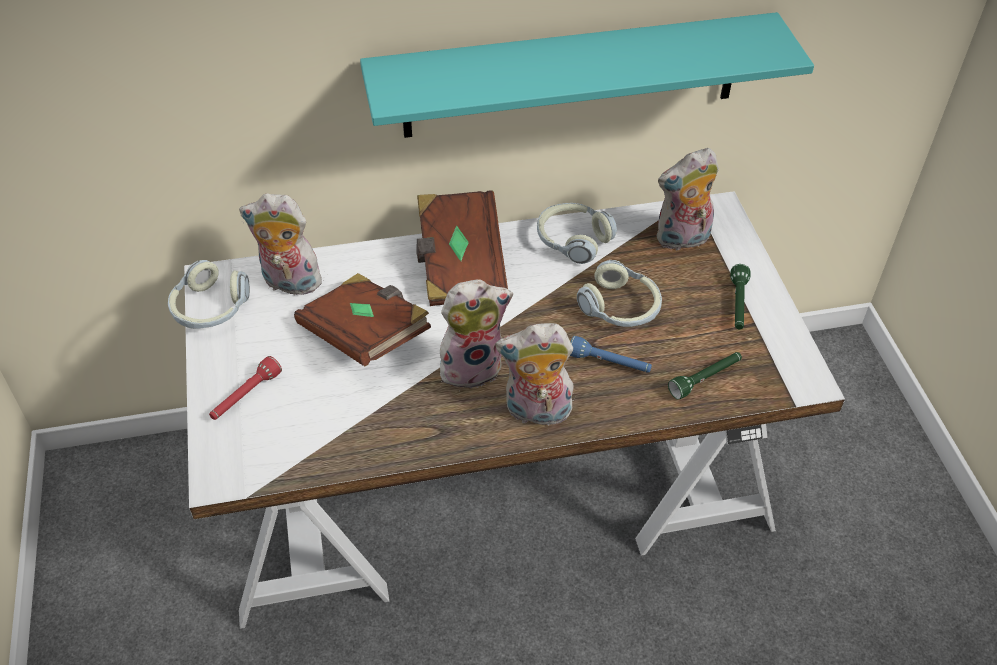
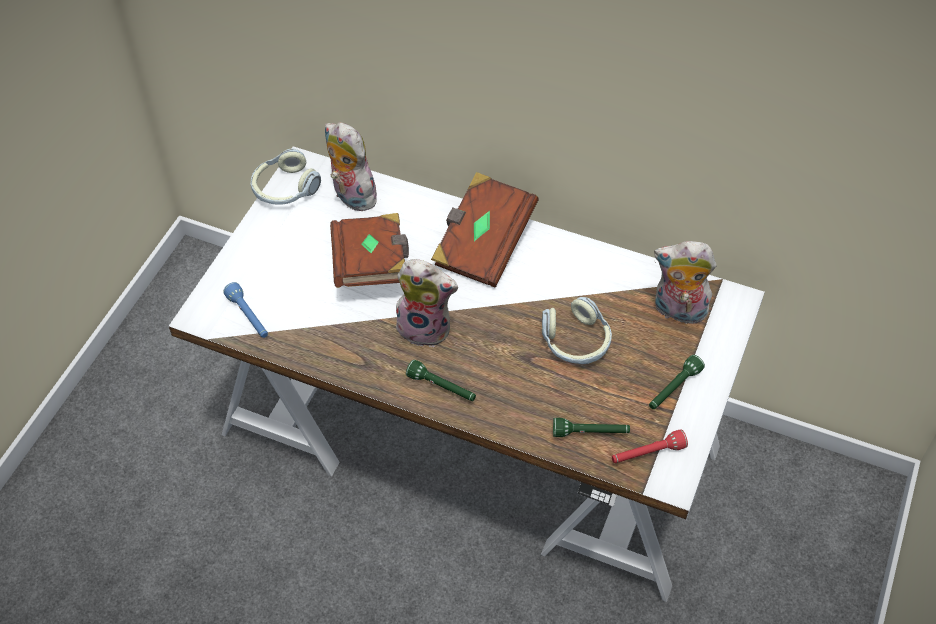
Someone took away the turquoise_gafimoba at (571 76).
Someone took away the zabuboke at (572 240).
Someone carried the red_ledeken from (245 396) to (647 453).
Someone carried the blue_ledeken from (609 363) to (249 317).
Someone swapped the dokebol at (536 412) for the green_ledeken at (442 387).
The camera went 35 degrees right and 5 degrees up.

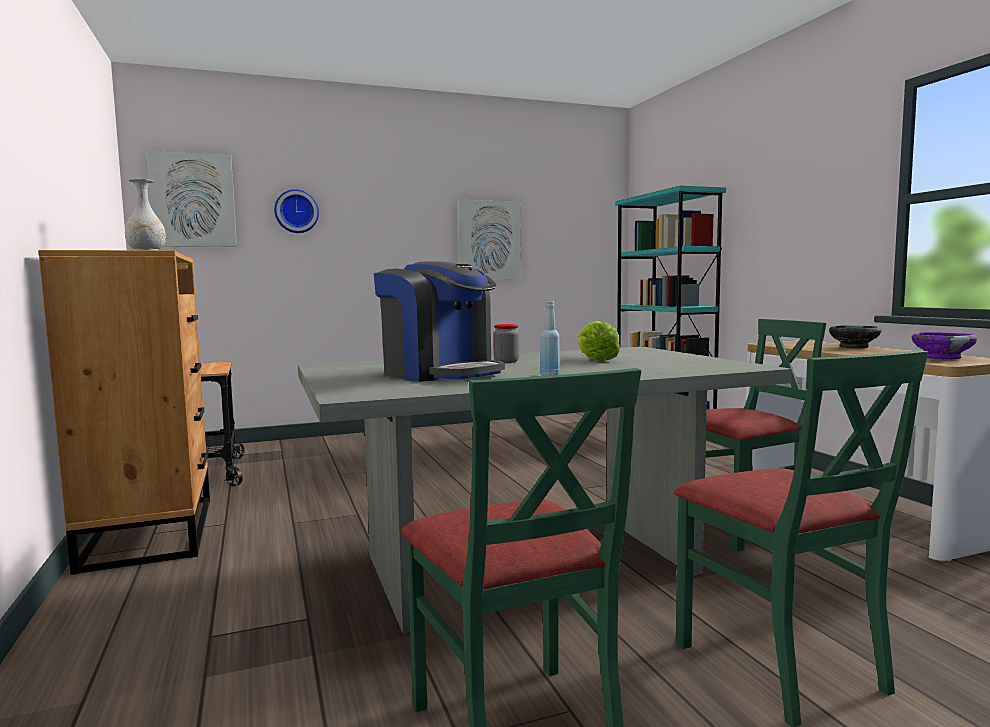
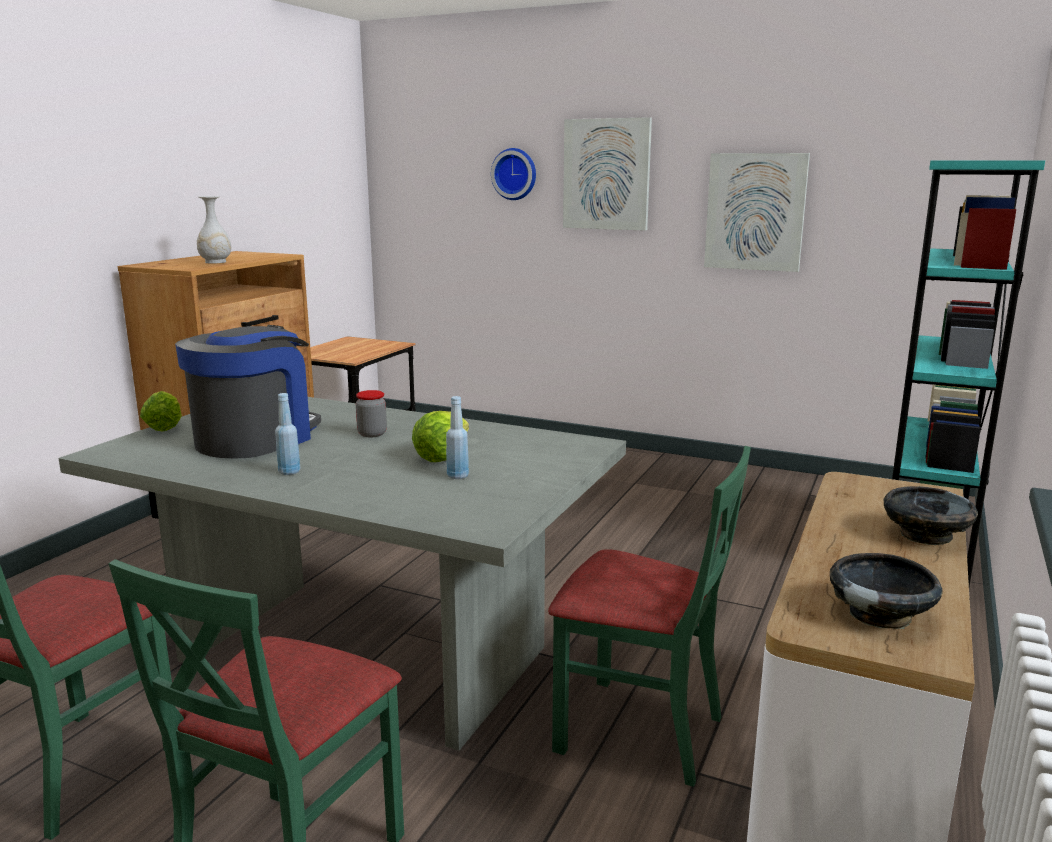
Someone put down the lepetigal at (165 426).
Someone put down the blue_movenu at (457 476).
Someone carried the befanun from (193 200) to (606 174).
Someone repainted the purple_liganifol at (942 358), which became the black_liganifol at (881 614).
Someone rotated the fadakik at (440 373) by 150 degrees counterclockwise.
The camera went 45 degrees right and 10 degrees up.

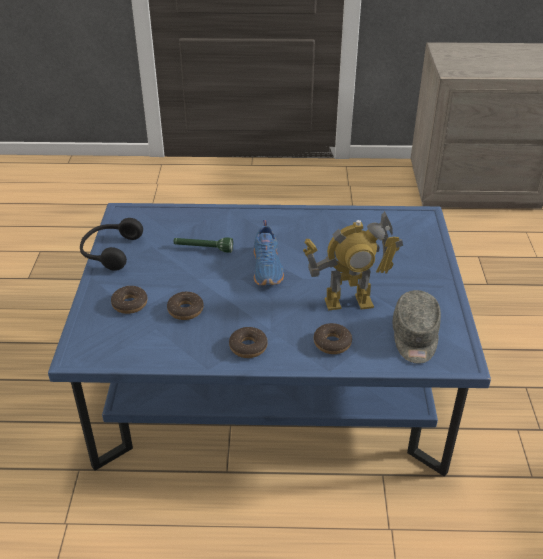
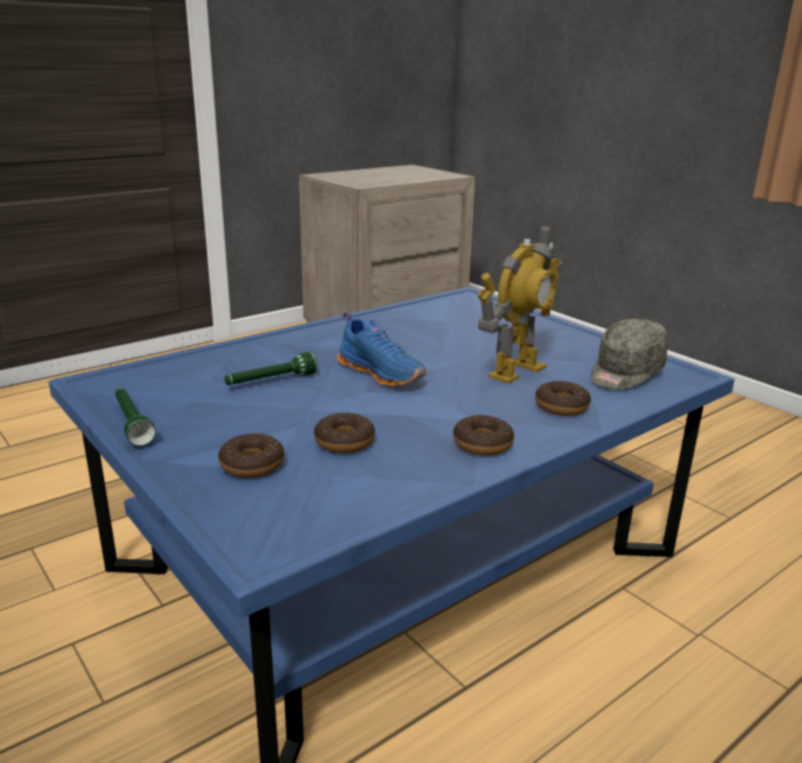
Someone swapped the black_zabuboke at (110 251) for the green_ledeken at (131 423).
Someone rotated the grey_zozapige at (415 337) by 75 degrees clockwise.
The camera went 40 degrees left and 15 degrees down.

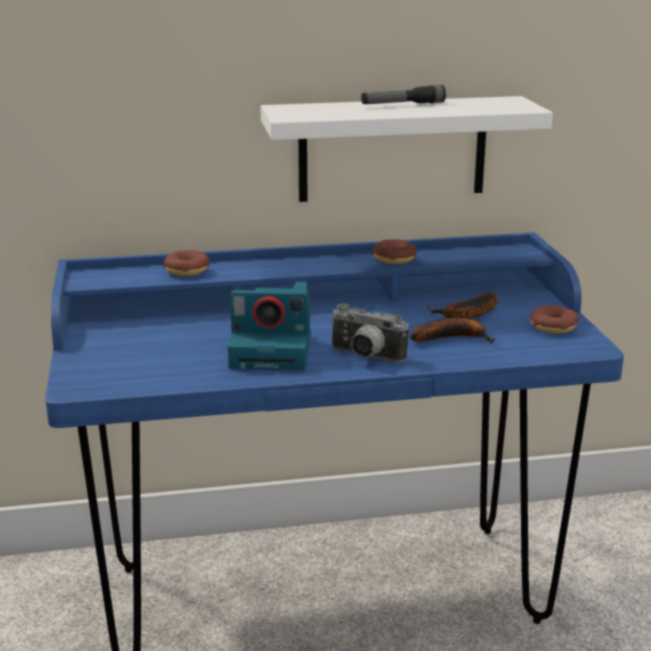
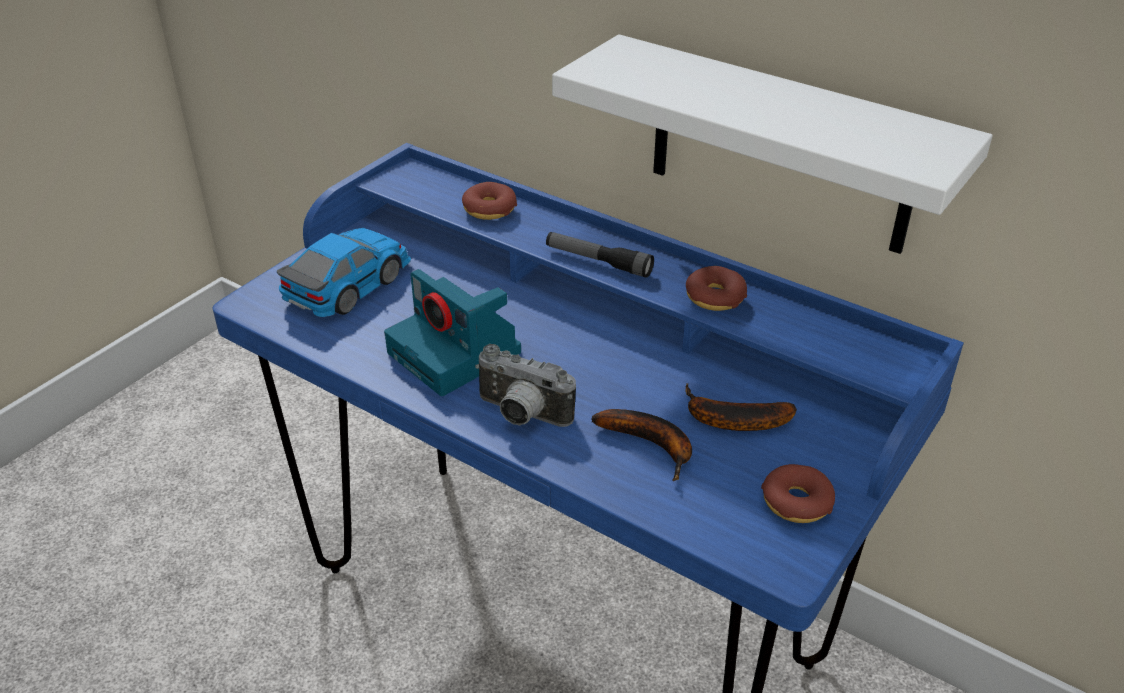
Someone put down the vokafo at (348 284).
Someone carried the ledeken from (402 104) to (598 261).
Someone rotated the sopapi at (365 357) by 45 degrees counterclockwise.
The camera went 45 degrees right and 15 degrees up.

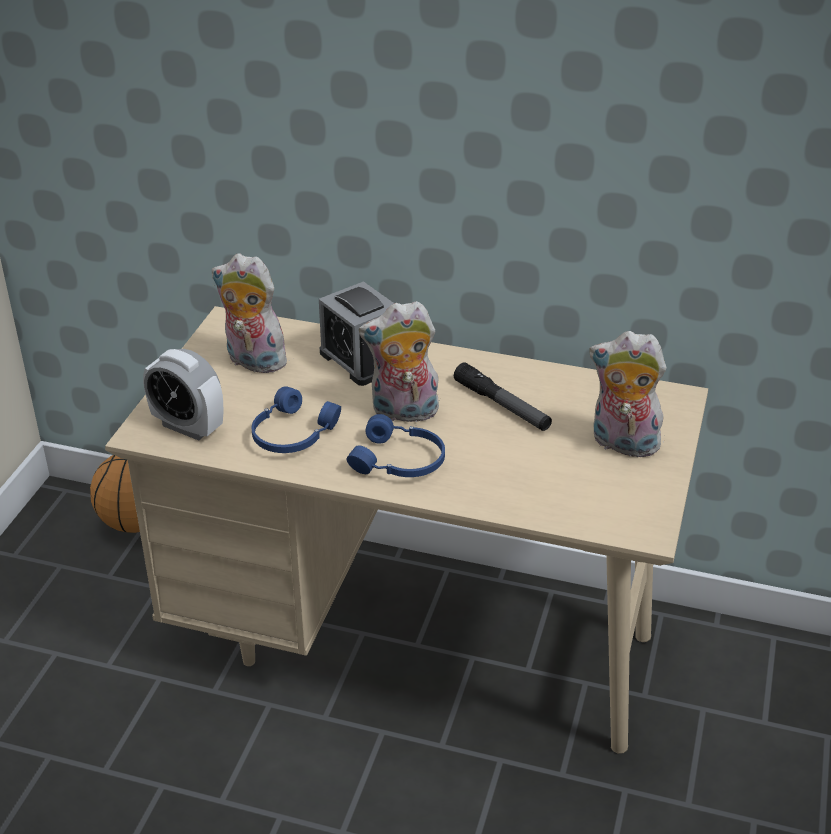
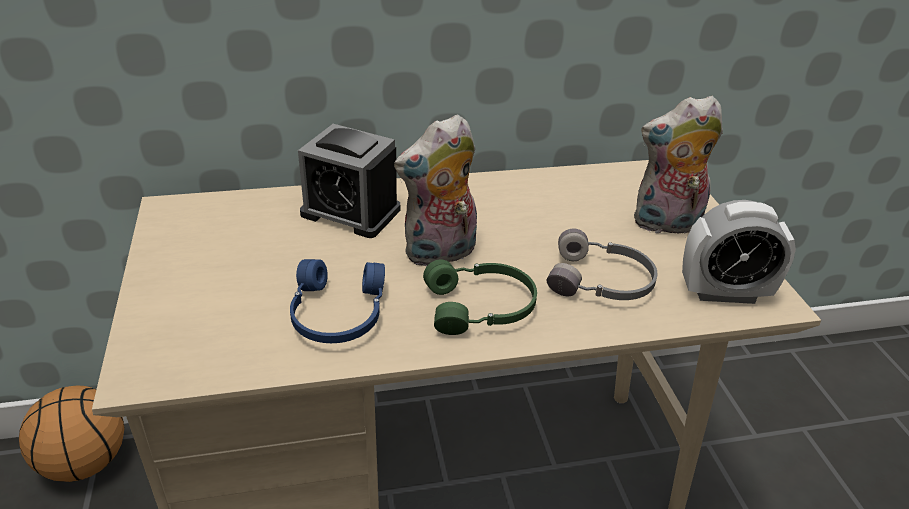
Someone took away the dokebol at (252 362).
Someone took away the ledeken at (502 405).
Someone put down the grey_zabuboke at (600 282).
Someone carried the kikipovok from (188 427) to (723 293).
Someone repainted the blue_zabuboke at (399 462), which became the green_zabuboke at (481 308).
The camera went 30 degrees left and 0 degrees up.

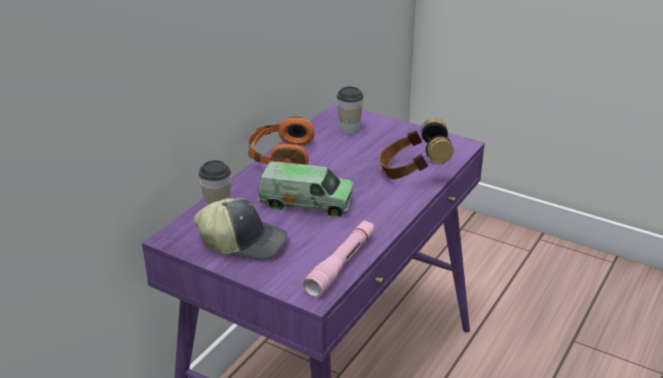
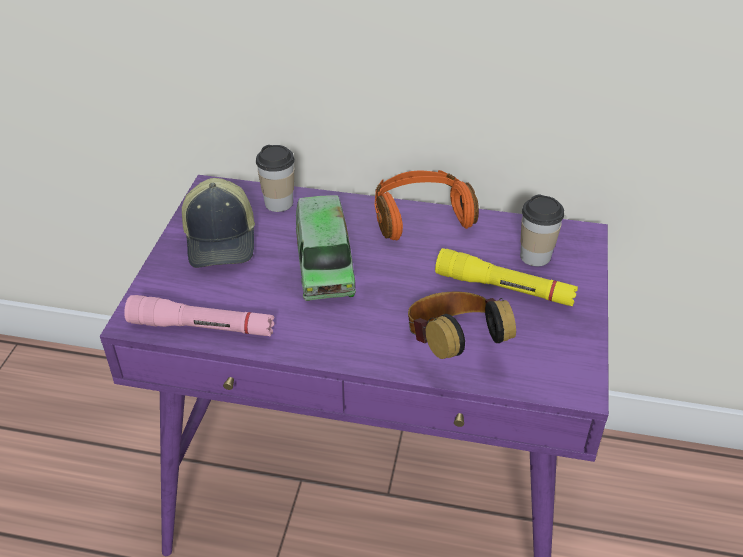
Someone put down the yellow_ledeken at (504 288).
The camera went 70 degrees right and 10 degrees up.

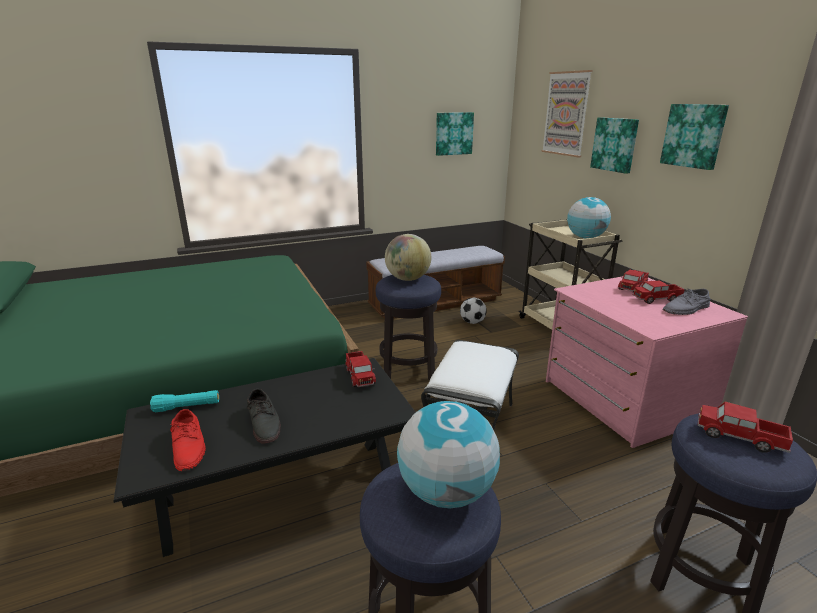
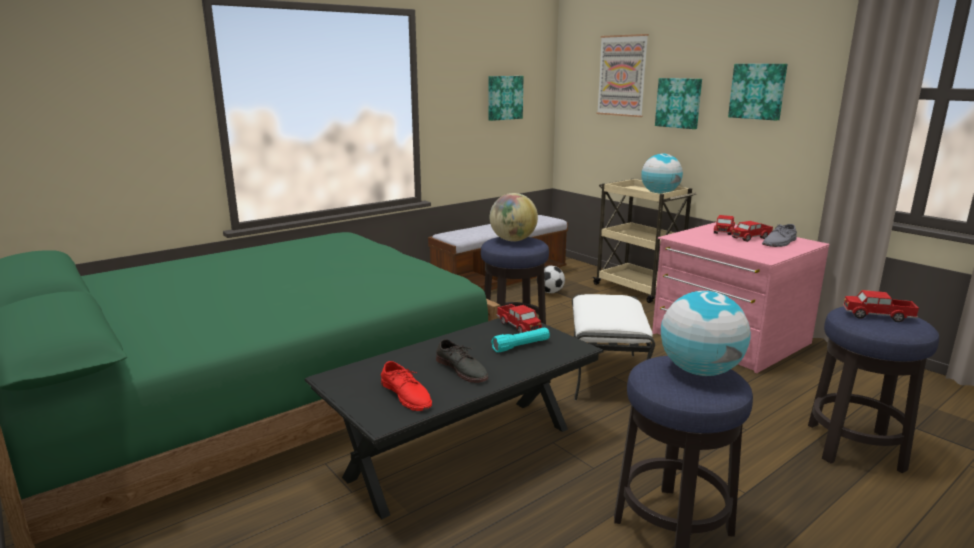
Someone carried the turquoise_ledeken from (187 407) to (521 346).
The camera went 15 degrees left and 5 degrees down.

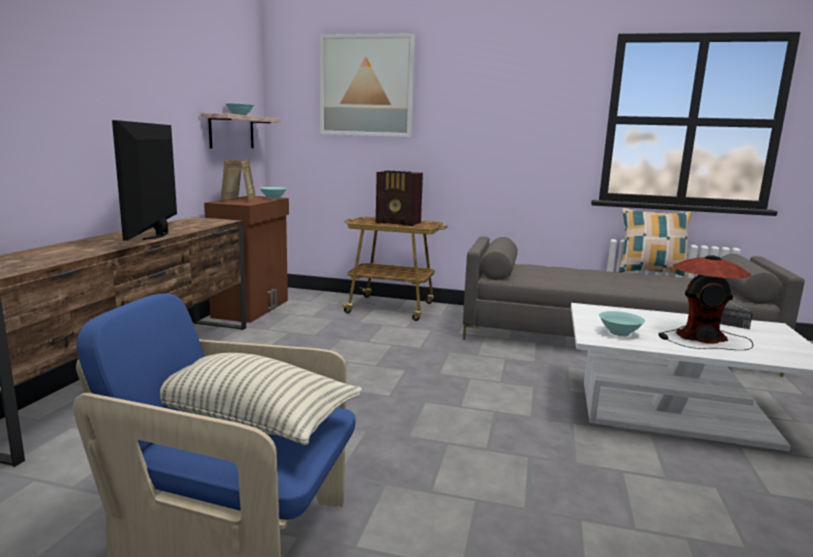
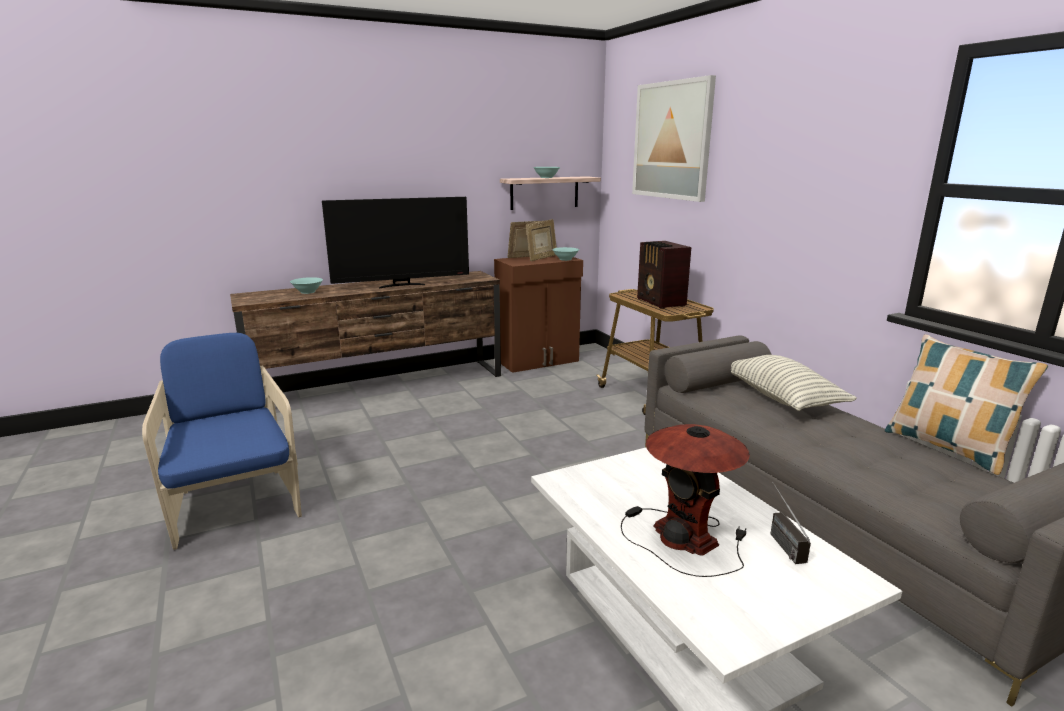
Someone carried the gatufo from (250 420) to (780 398).
Someone carried the turquoise_liganifol from (619 333) to (307 292).
Someone rotated the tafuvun at (158 234) by 150 degrees counterclockwise.
The camera went 50 degrees right and 5 degrees up.

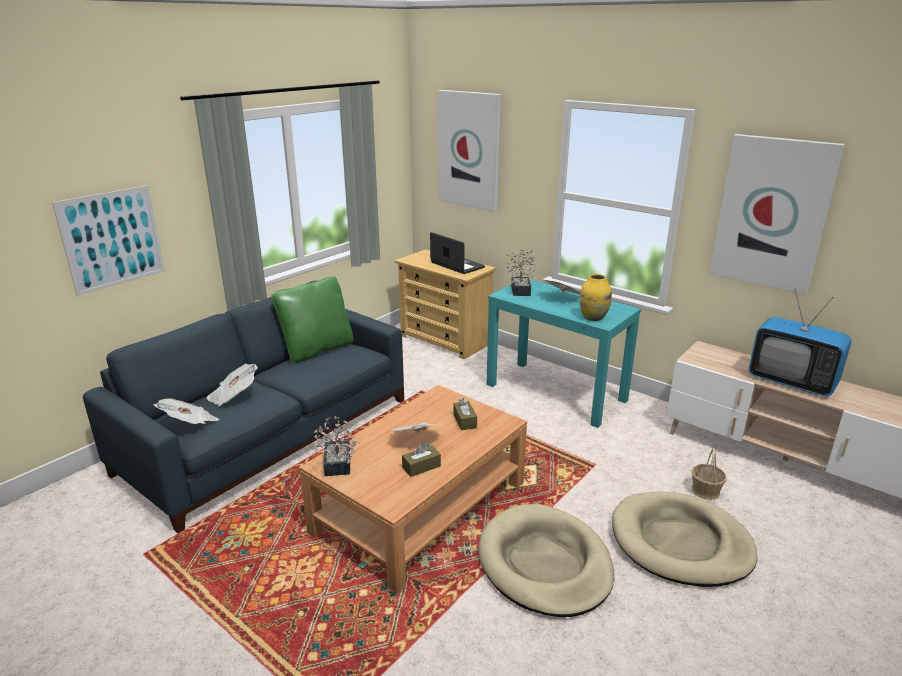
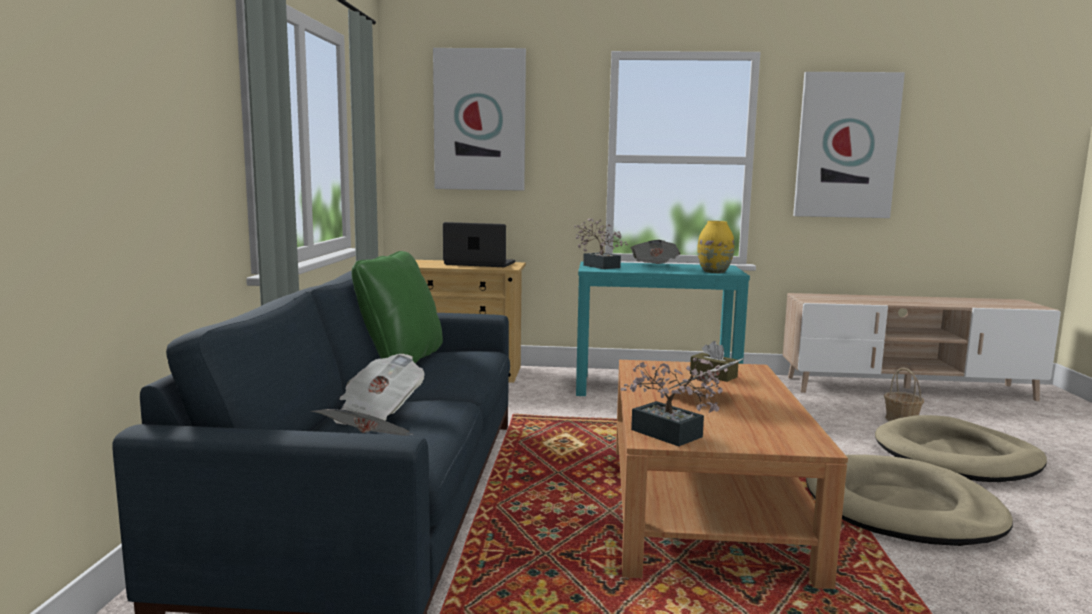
Someone took away the befanun at (112 239).
Someone took away the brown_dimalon at (421 467).
Someone took away the tafuvun at (791 382).
The camera went 35 degrees left and 15 degrees down.

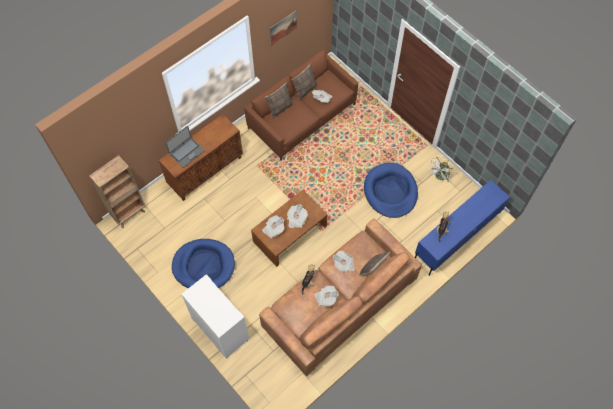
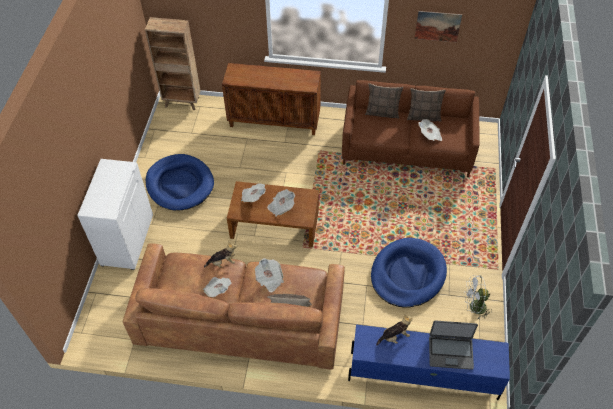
Someone carried the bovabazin from (186 152) to (450 352).
The camera went 50 degrees right and 10 degrees down.

